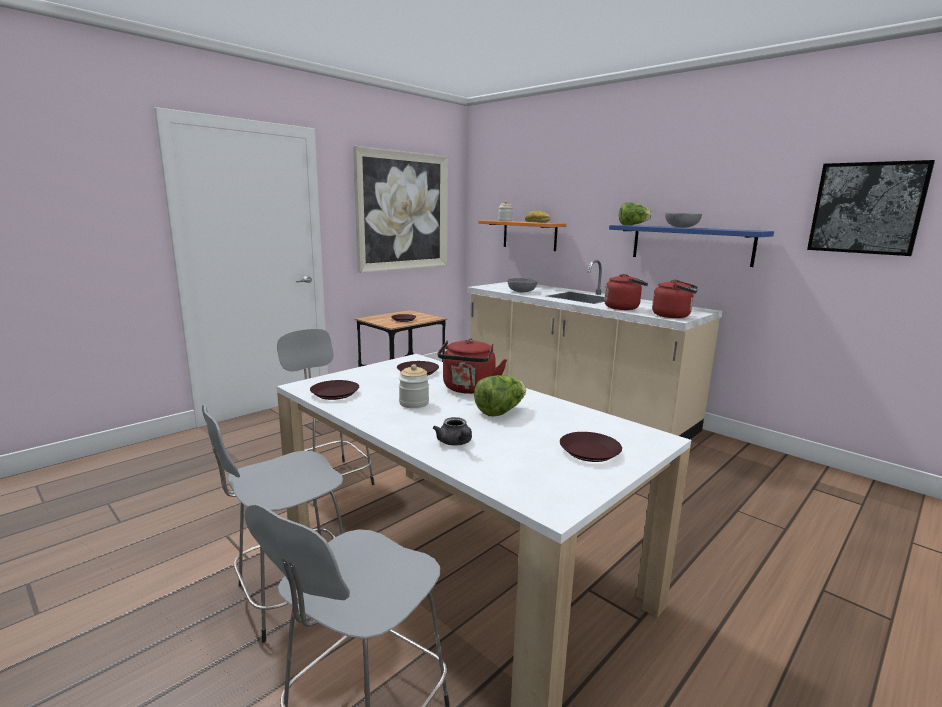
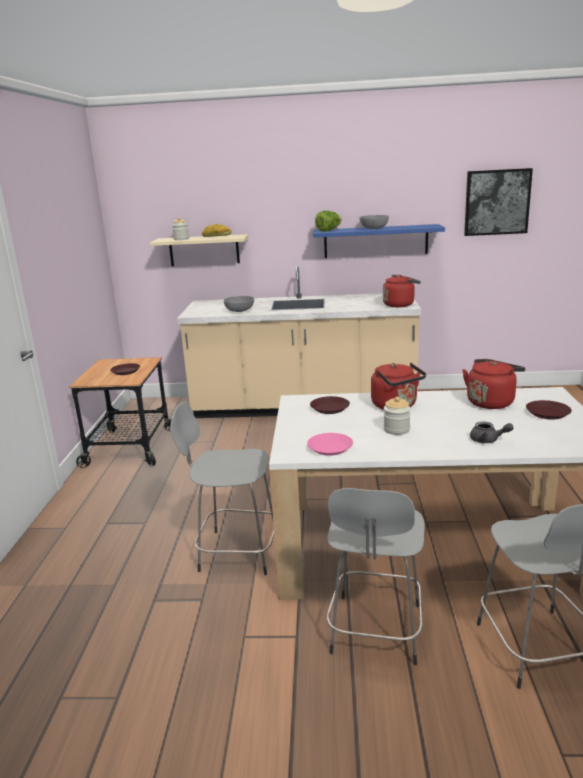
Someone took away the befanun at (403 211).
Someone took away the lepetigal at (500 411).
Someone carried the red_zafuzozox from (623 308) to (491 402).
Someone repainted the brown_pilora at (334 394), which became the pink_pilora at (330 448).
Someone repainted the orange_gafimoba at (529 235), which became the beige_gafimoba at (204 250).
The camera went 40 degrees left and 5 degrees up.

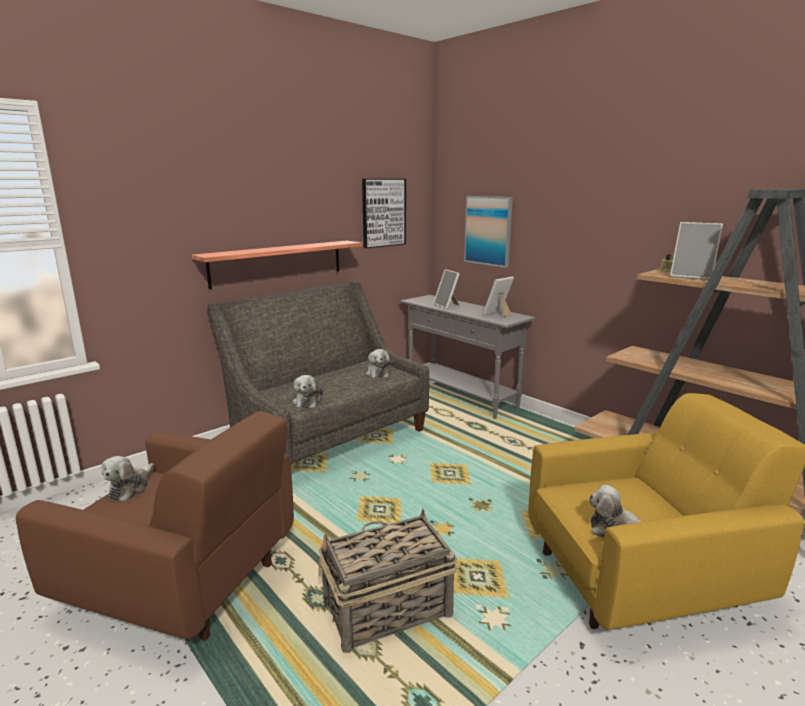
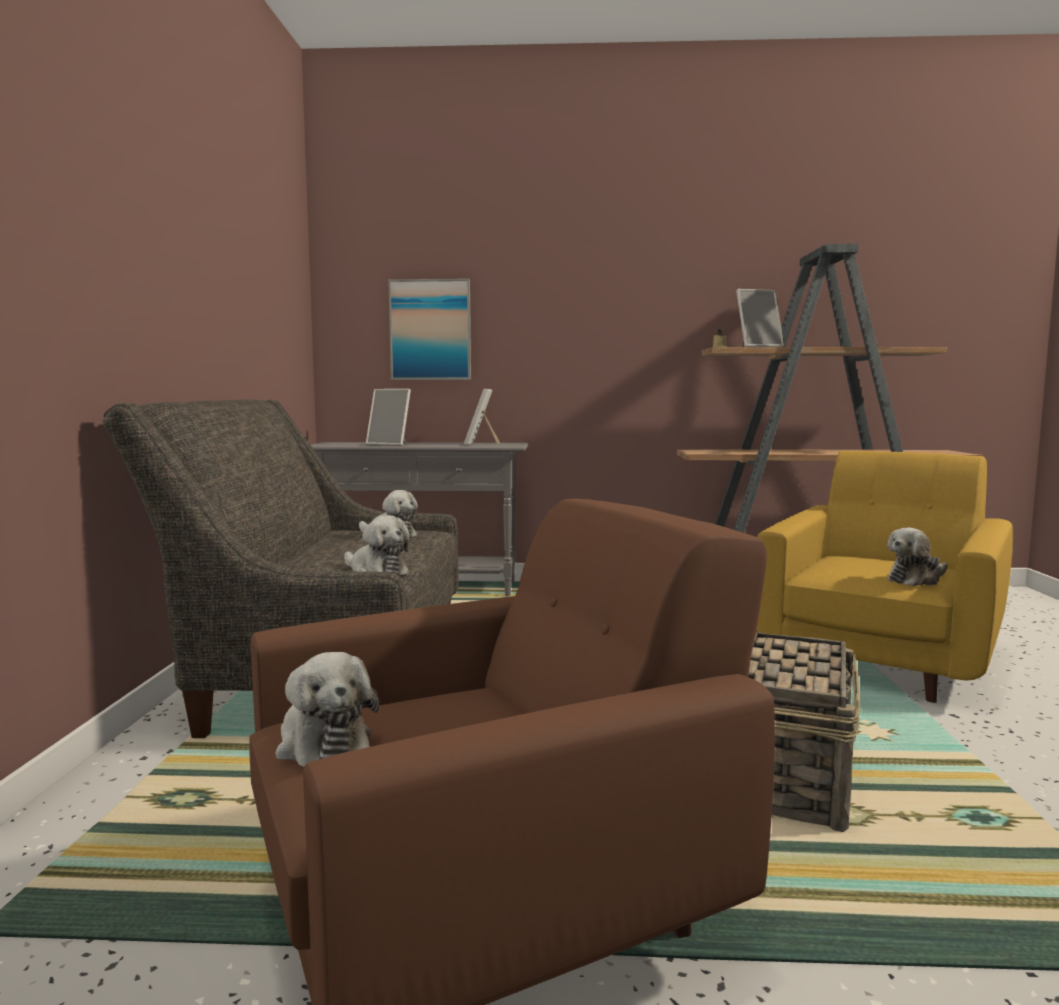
Someone took away the gafimoba at (278 263).
Someone took away the befanun at (383 212).
The camera went 45 degrees left and 10 degrees down.

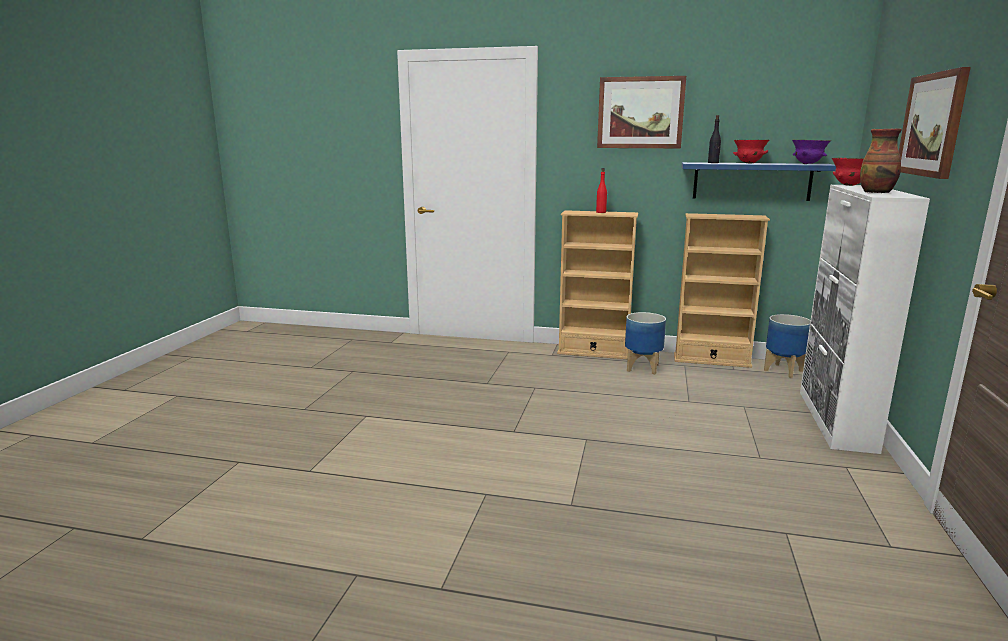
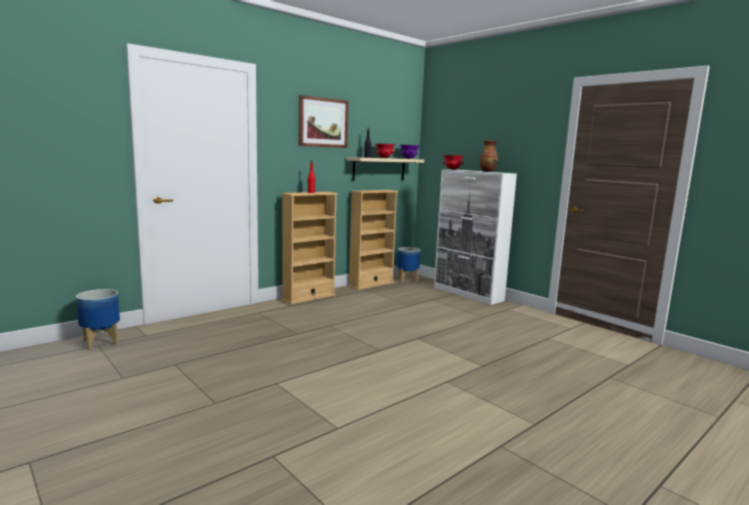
Someone took away the befanun at (932 125).
Someone carried the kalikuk from (642 368) to (101 342).
Someone repainted the blue_gafimoba at (751 181), which became the beige_gafimoba at (379 169).
The camera went 55 degrees left and 5 degrees down.

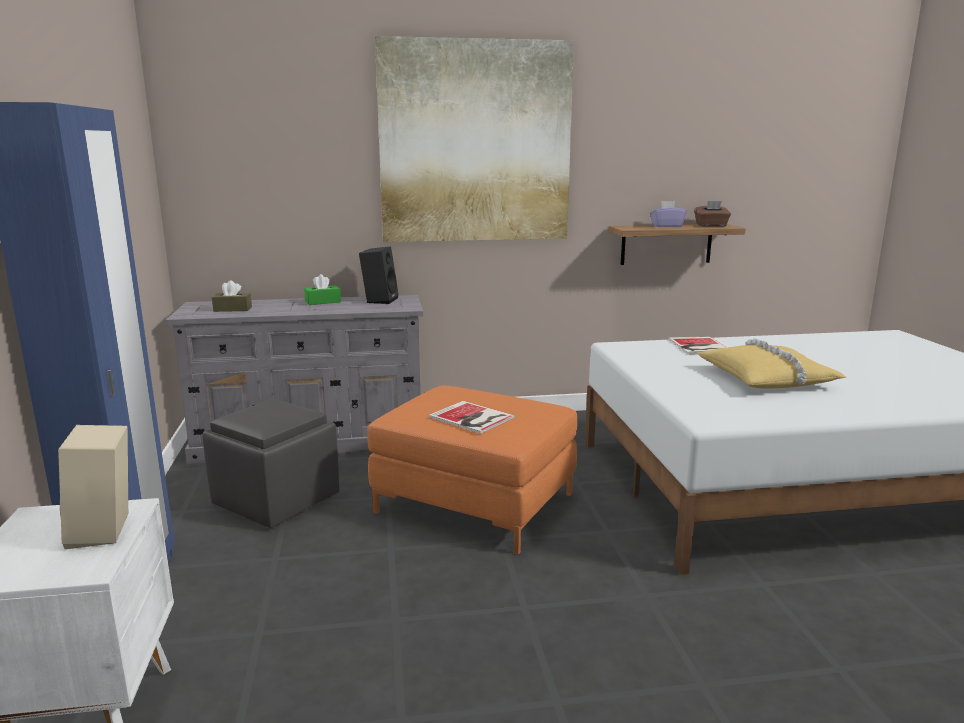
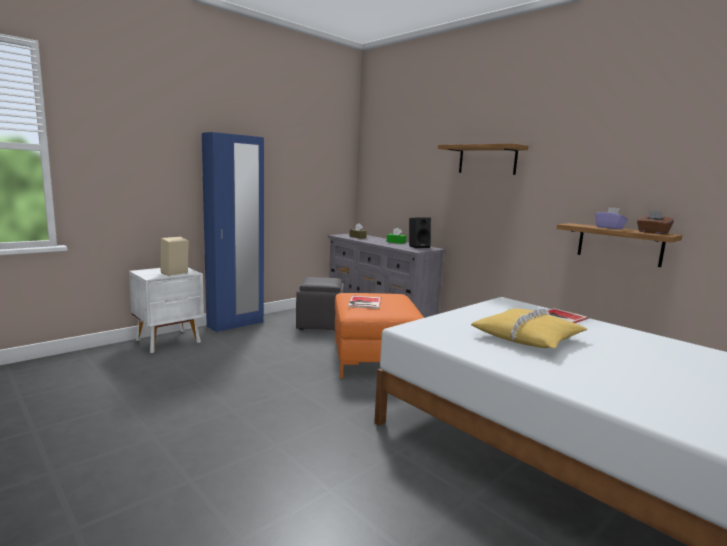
Someone swapped the befanun at (475 143) for the gafimoba at (487 160).
The camera went 55 degrees right and 5 degrees down.

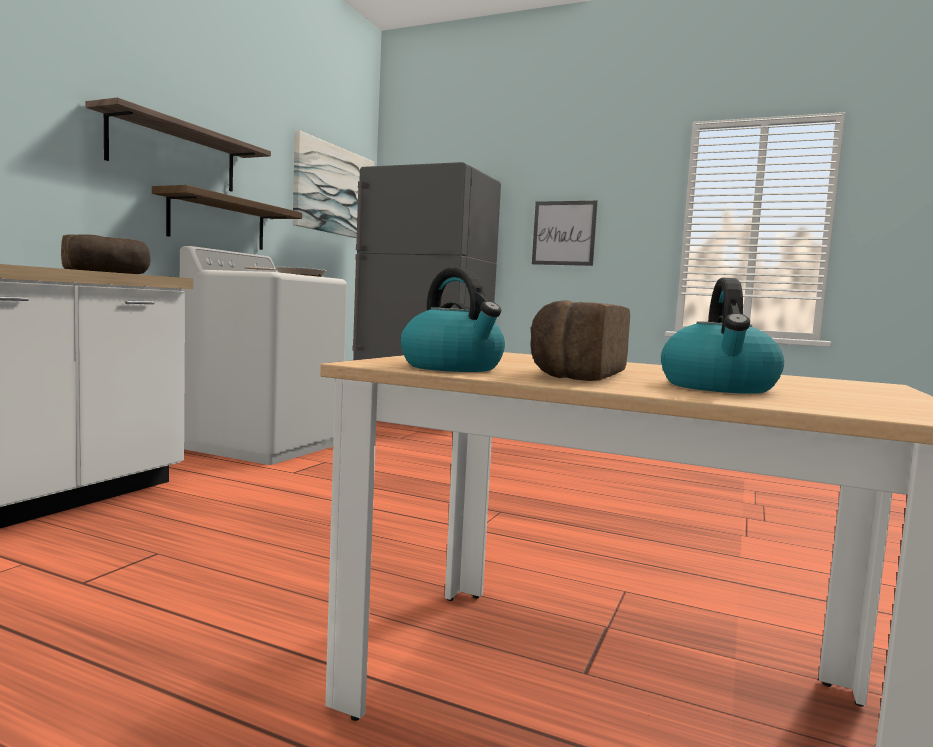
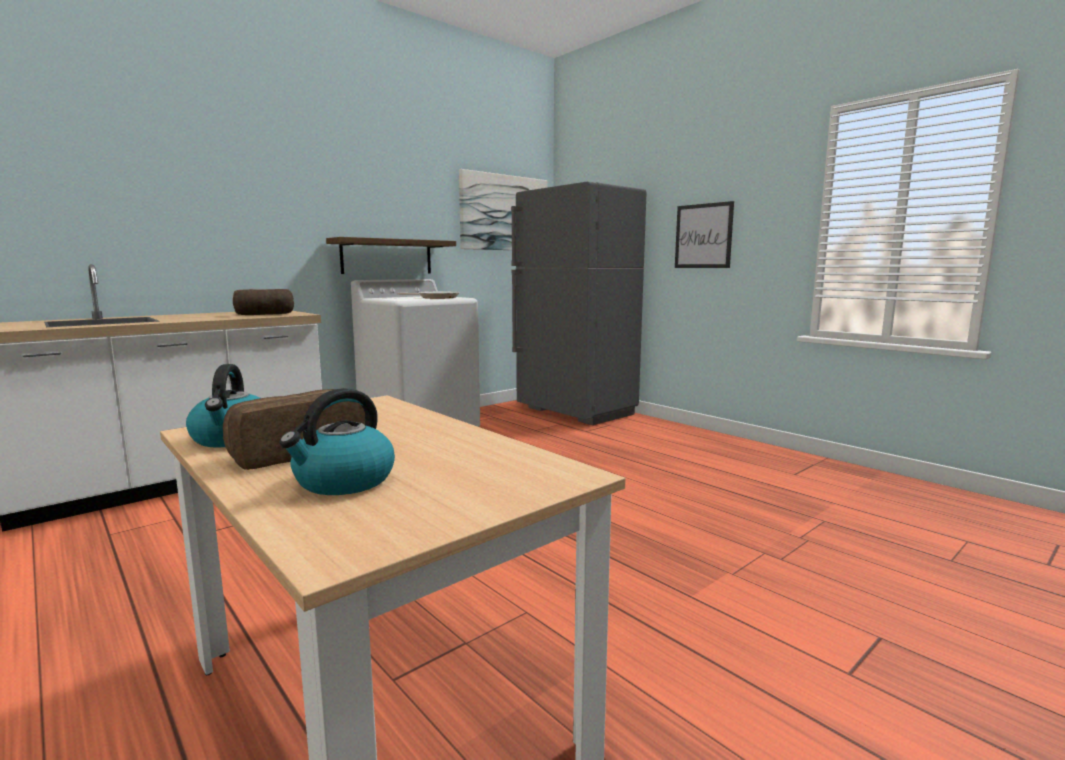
Someone took away the gafimoba at (174 154).
The camera went 25 degrees right and 5 degrees up.

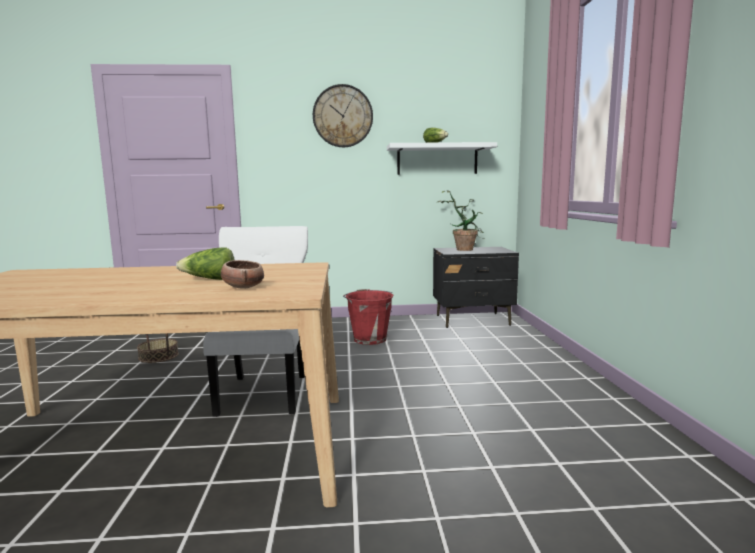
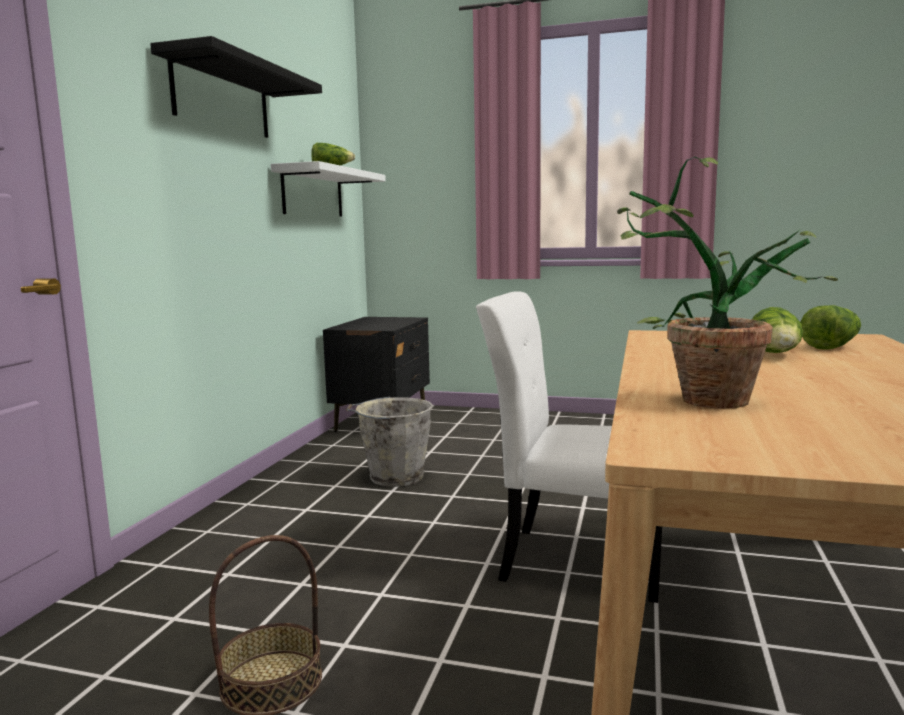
Someone carried the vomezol from (464 249) to (694 399).
Someone swapped the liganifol at (243 287) for the lepetigal at (830 346).
Someone swapped the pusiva at (342 116) for the black_gafimoba at (222 98).
Someone repainted the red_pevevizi at (369 339), which became the grey_pevevizi at (394 477).
The camera went 70 degrees left and 0 degrees up.

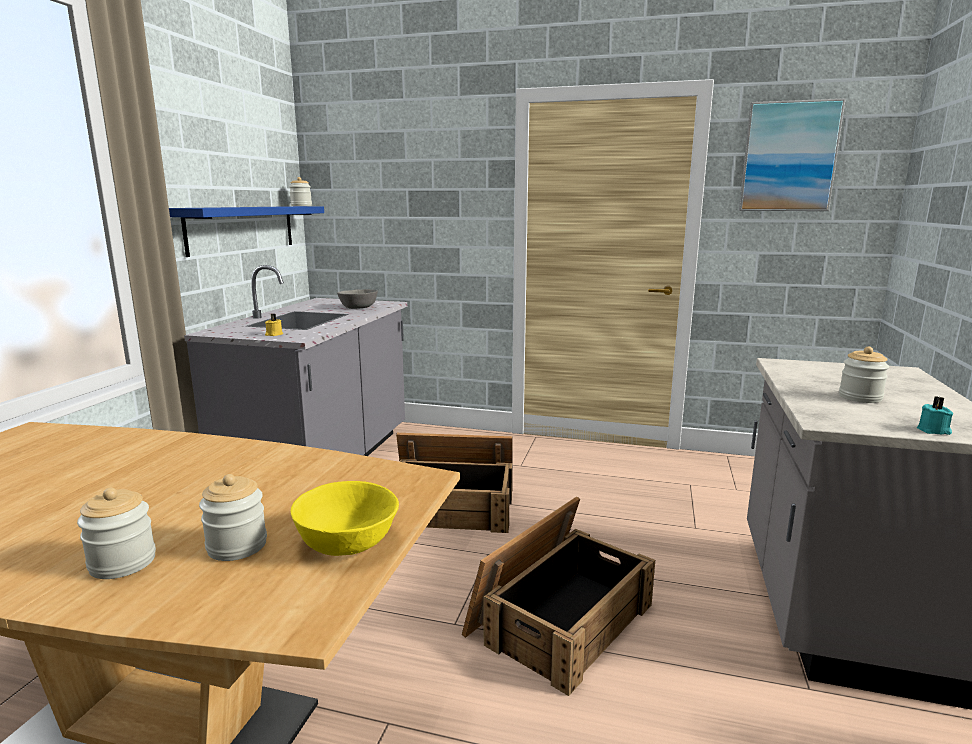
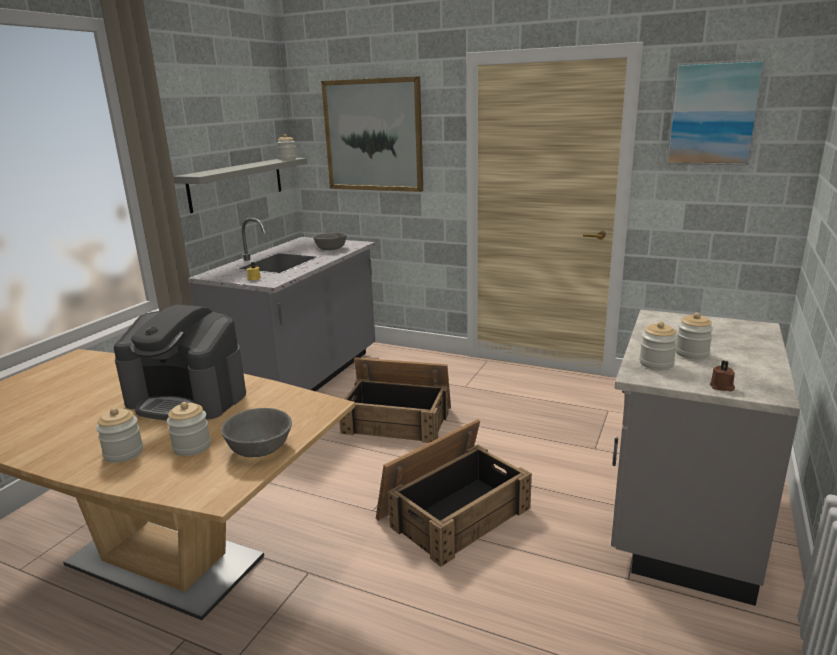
Someone put down the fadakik at (188 398).
Someone put up the befanun at (373 135).
Someone put down the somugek at (656 363).
Someone repainted the blue_gafimoba at (242 228), which became the grey_gafimoba at (237 183).
Someone repainted the yellow_liganifol at (348 541), which became the grey_liganifol at (260 448).
Someone repainted the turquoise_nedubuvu at (934 430), which became the brown_nedubuvu at (722 387).
The camera went 10 degrees right and 5 degrees up.

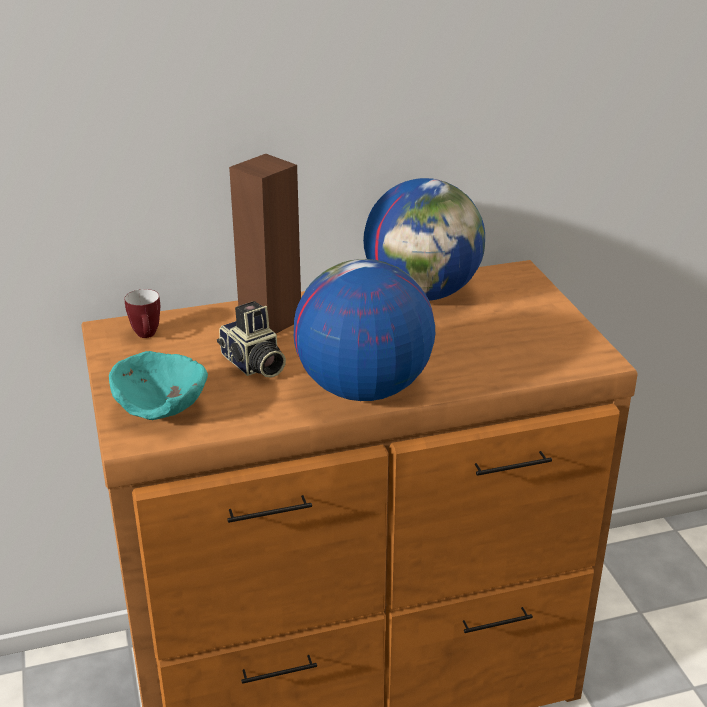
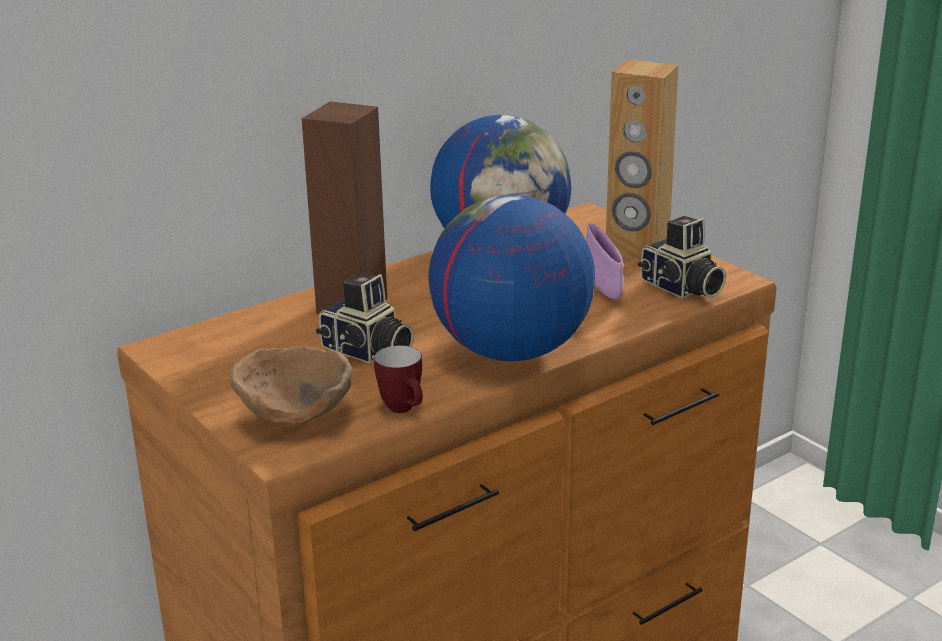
Someone put down the purple_liganifol at (602 286).
Someone put down the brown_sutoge at (637 249).
Someone put down the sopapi at (681 288).
Someone carried the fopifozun from (147 336) to (404 410).
Someone repainted the turquoise_liganifol at (164 410), which became the brown_liganifol at (297 416).
The camera went 20 degrees left and 5 degrees down.

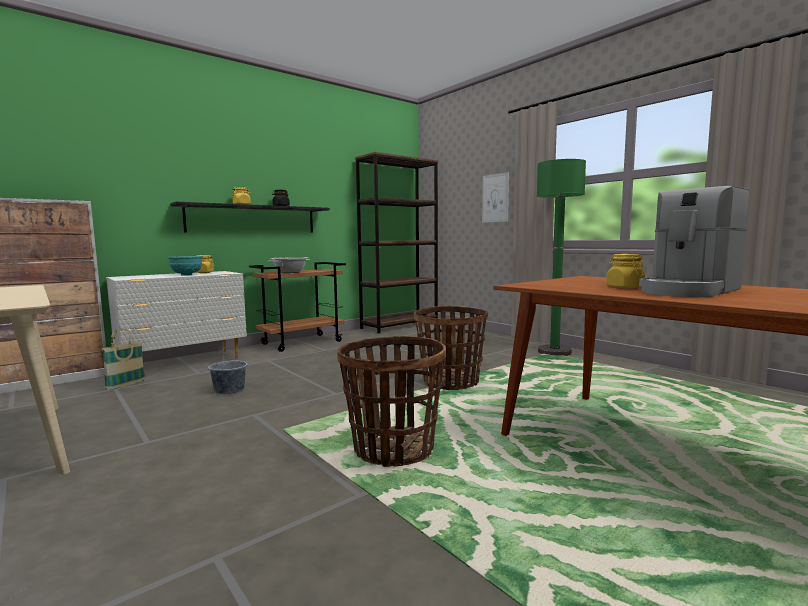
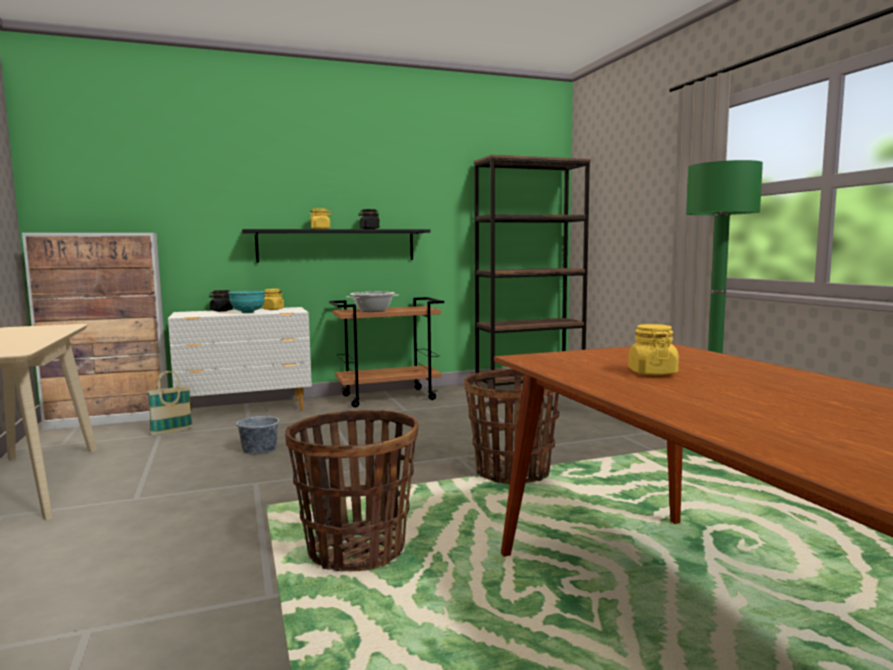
Someone took away the befanun at (495 198).
Someone took away the fadakik at (688 290).
Someone put down the black_somugek at (221 311).
The camera went 20 degrees right and 0 degrees up.

